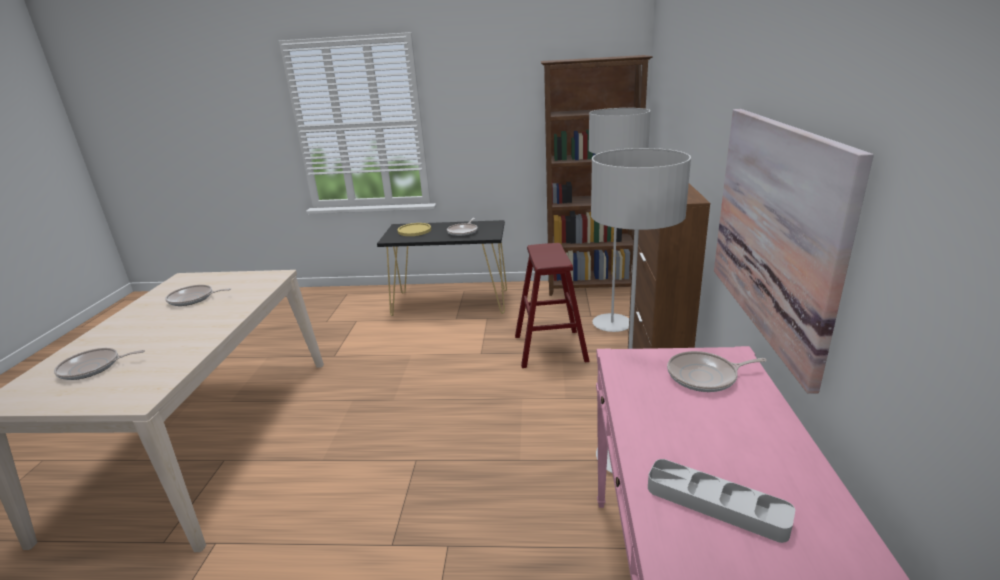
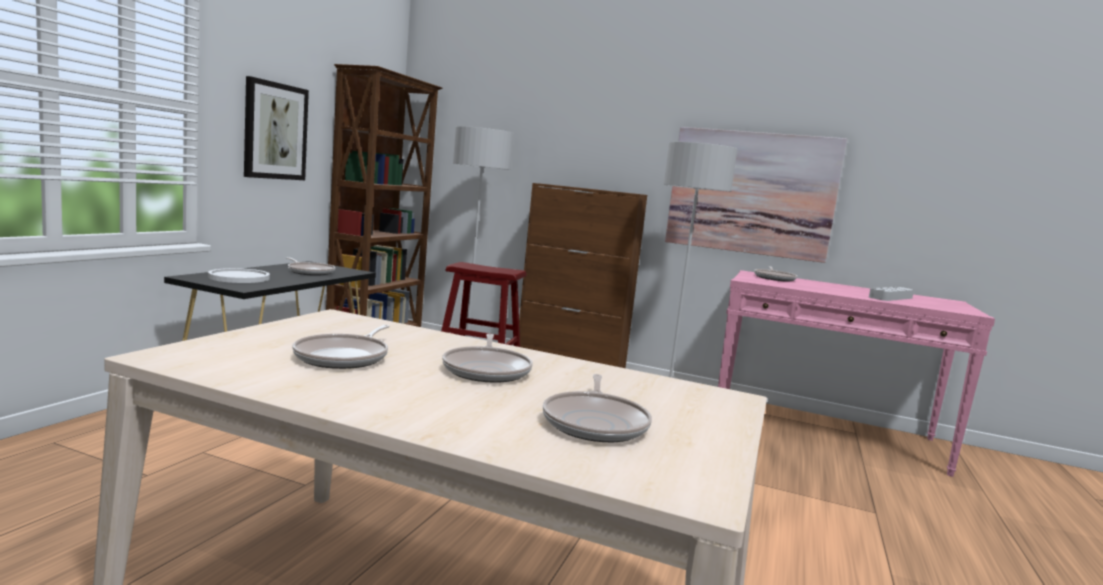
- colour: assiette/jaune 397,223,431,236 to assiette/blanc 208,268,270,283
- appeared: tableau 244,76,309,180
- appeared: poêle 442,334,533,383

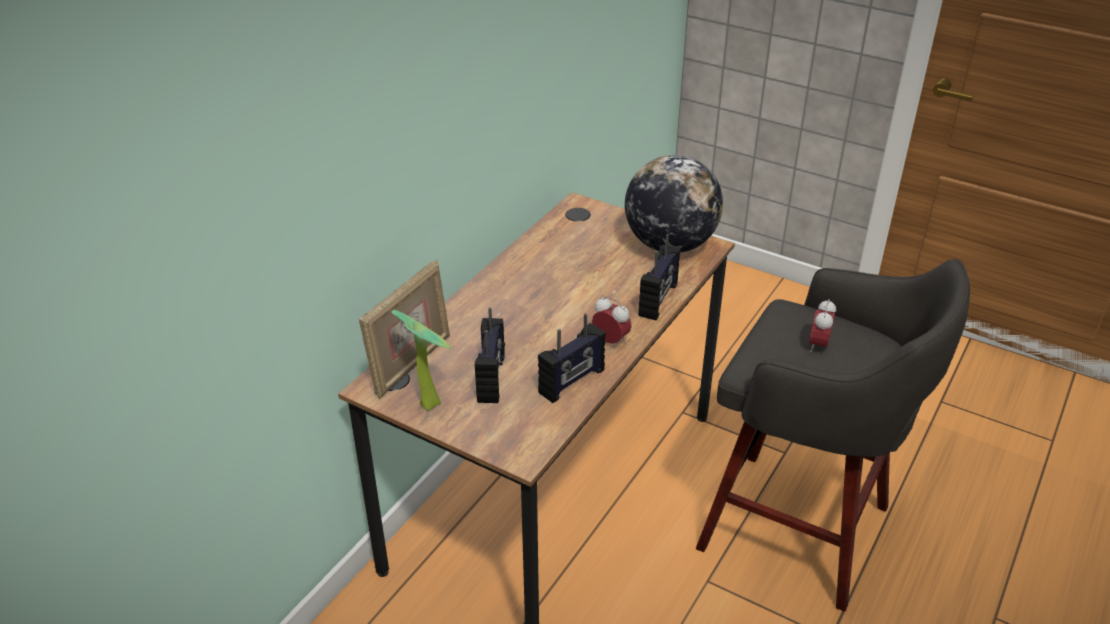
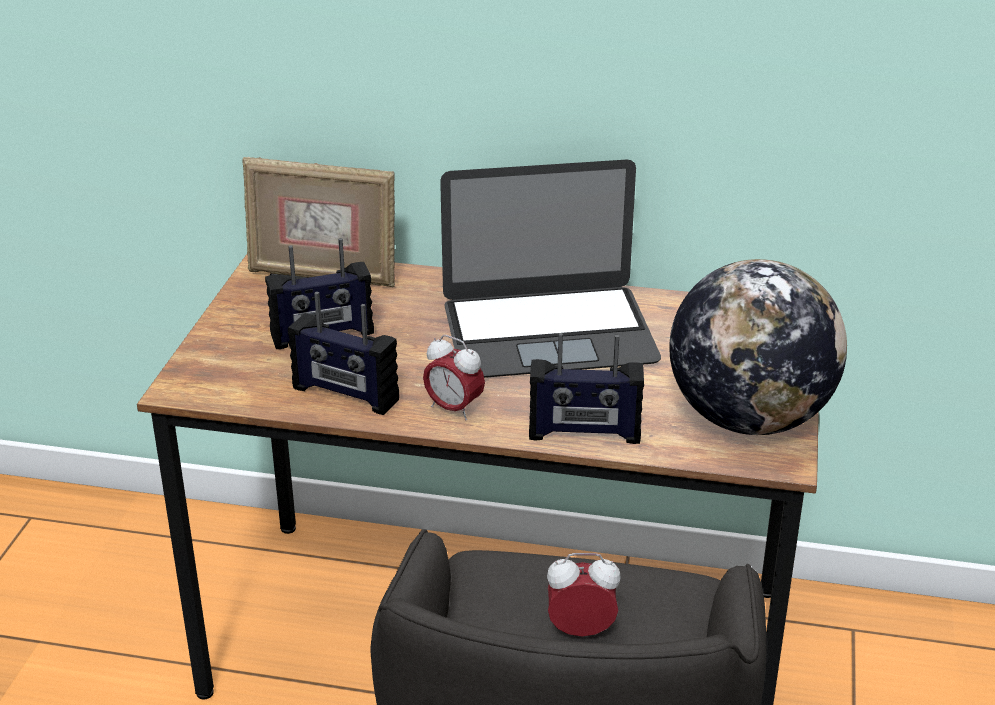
- missing: plante en pot 392,310,452,411
- spun: réveil 592,296,632,344 = 423,335,485,421 105 degrees clockwise
- appeared: ordinateur portable 440,159,661,378

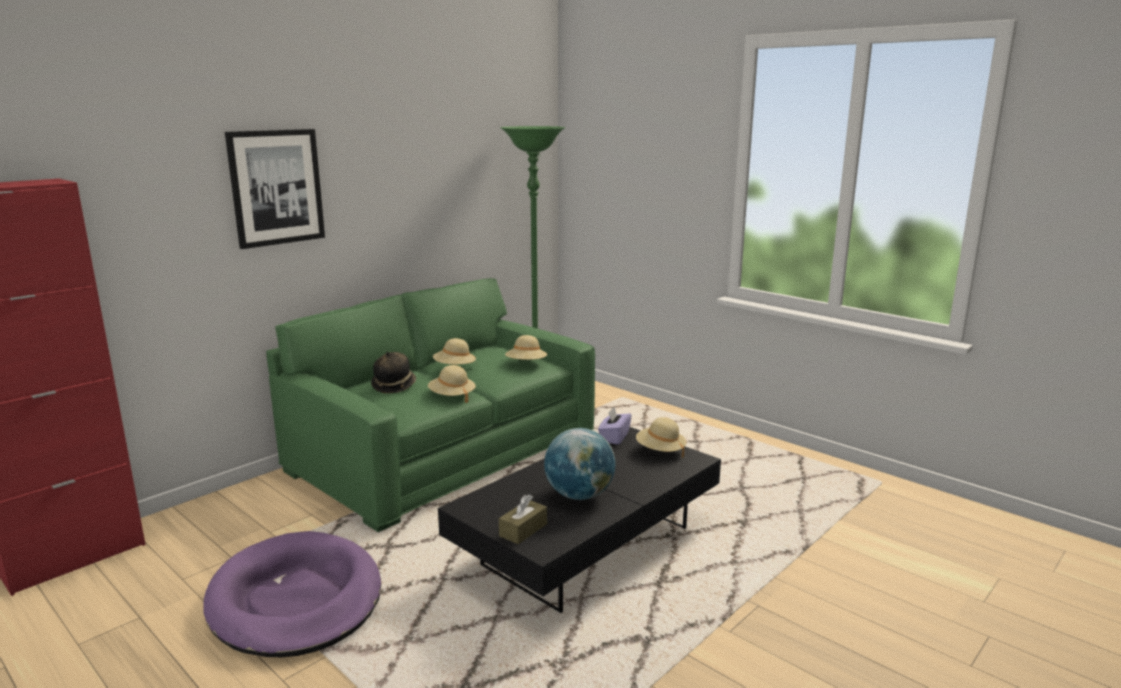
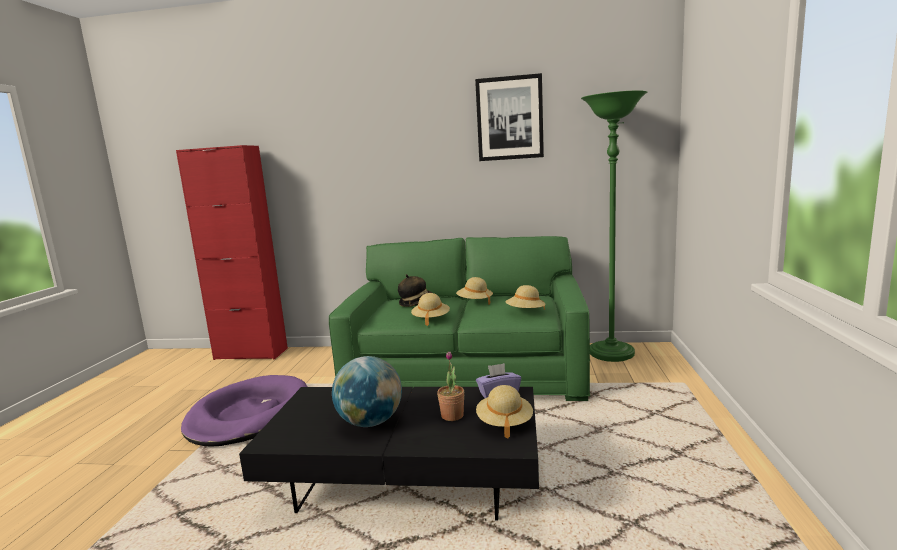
- relocated: tableau 225,129,325,249 to 475,73,544,161
- missing: boîte à mouchoirs/marron 499,494,547,544
- appeared: plante en pot 437,352,464,421

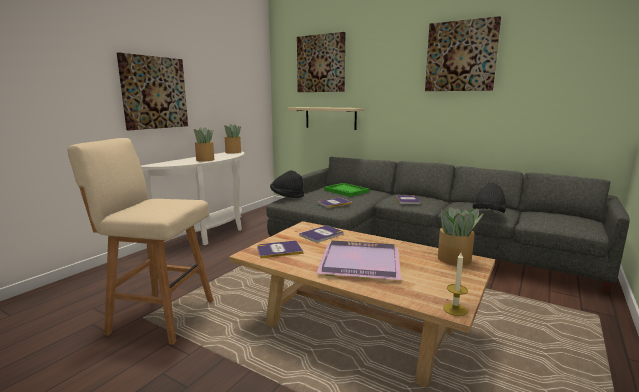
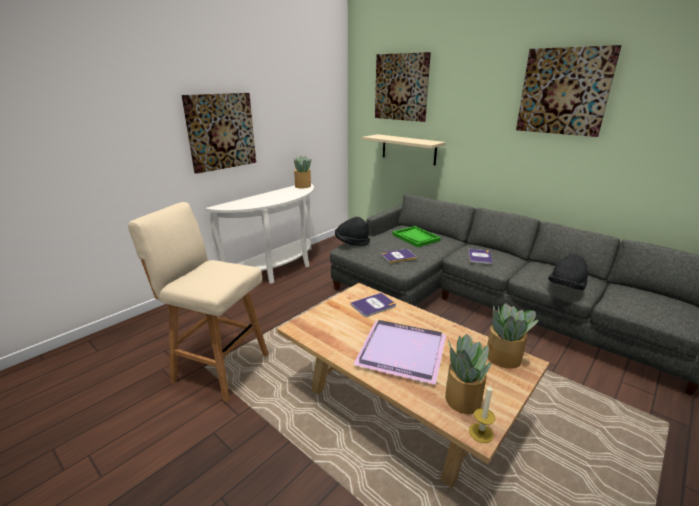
- relocated: plante en pot 194,127,214,162 to 445,334,492,414
- missing: livre 257,241,303,258

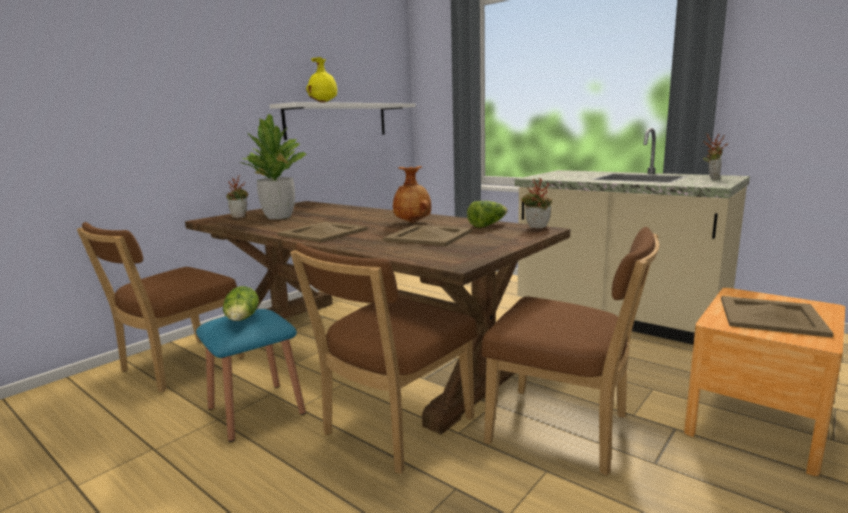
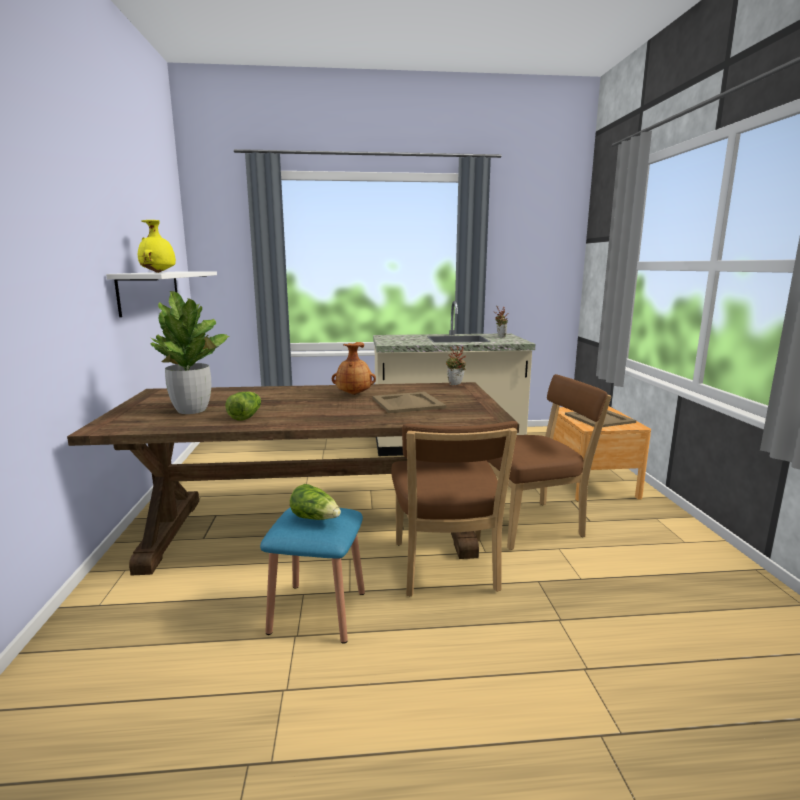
- missing: chaise/marron 77,222,245,392
- missing: plante en pot 226,175,248,218
- missing: plateau/beige 277,222,367,242
- relocated: laitue 467,201,508,228 to 225,392,261,421

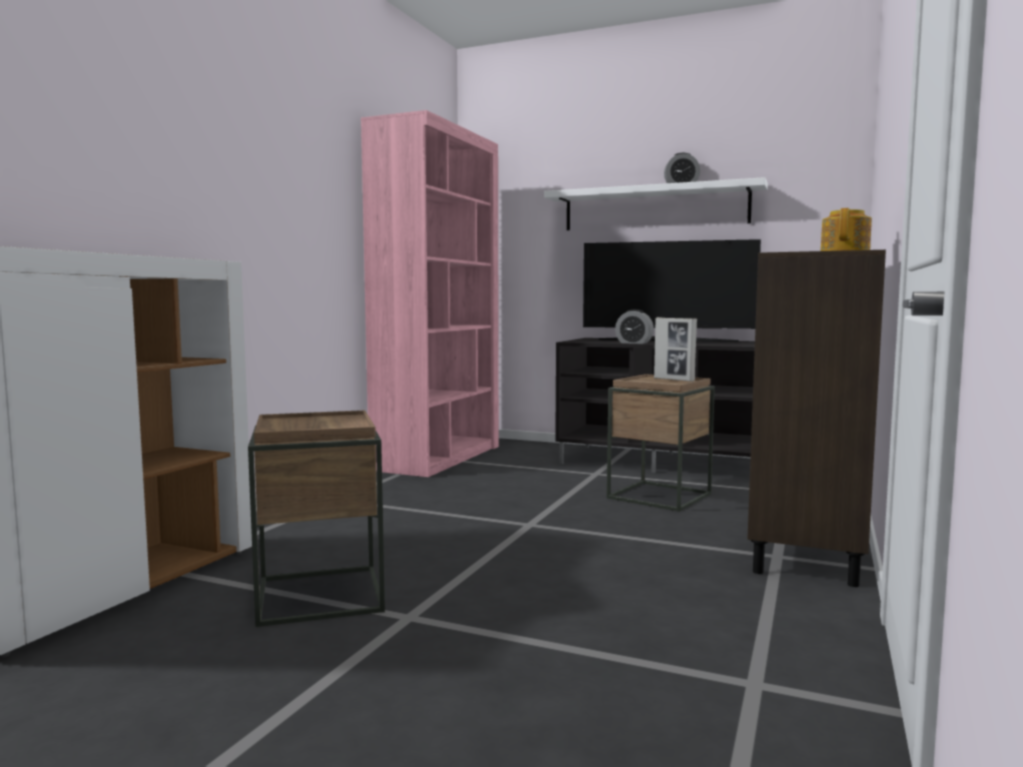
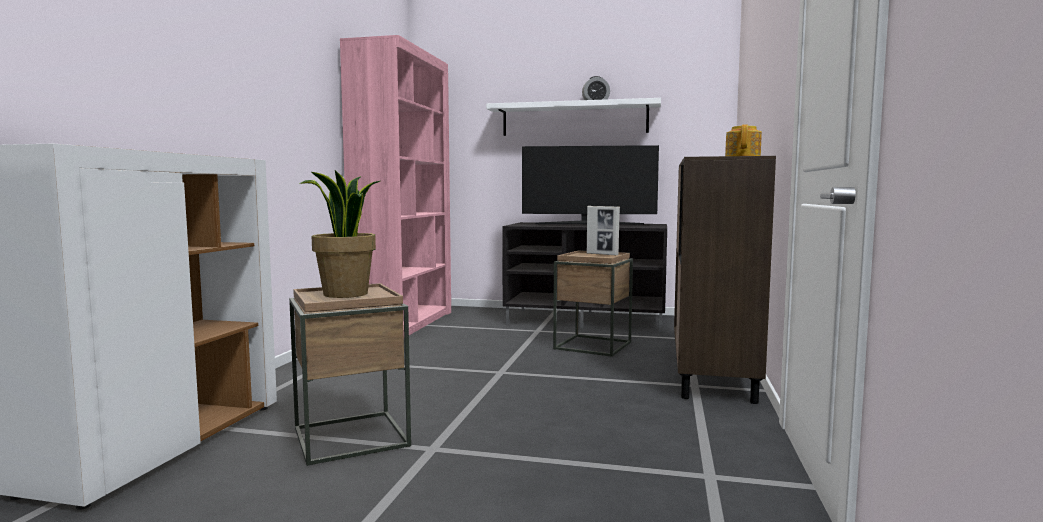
- missing: réveil 615,309,654,344
- appeared: plante en pot 300,170,380,298

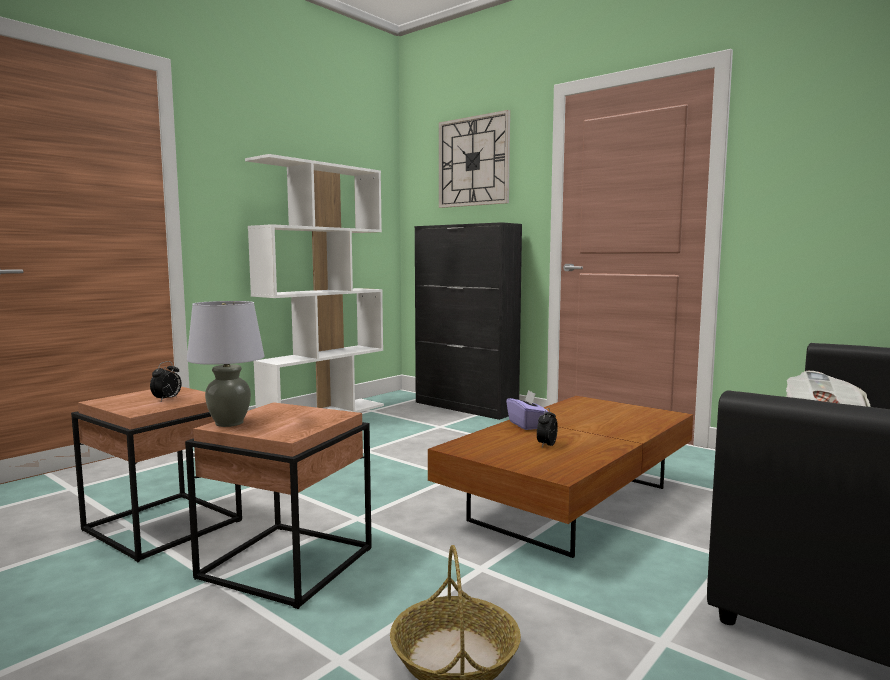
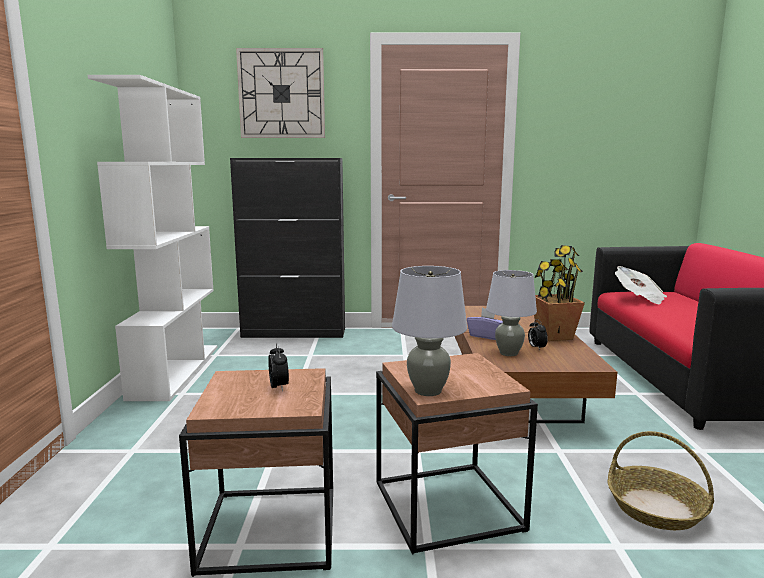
- appeared: lampe de table/gris 486,270,537,356
- appeared: plante en pot 534,245,585,341

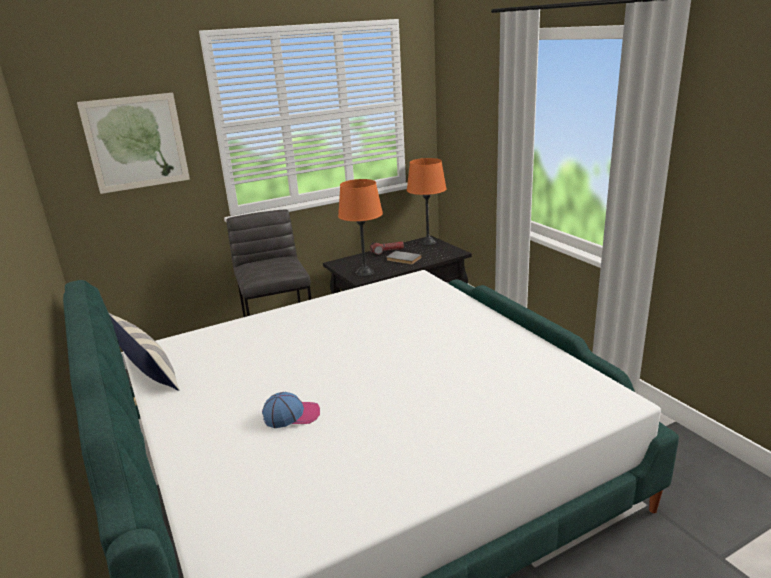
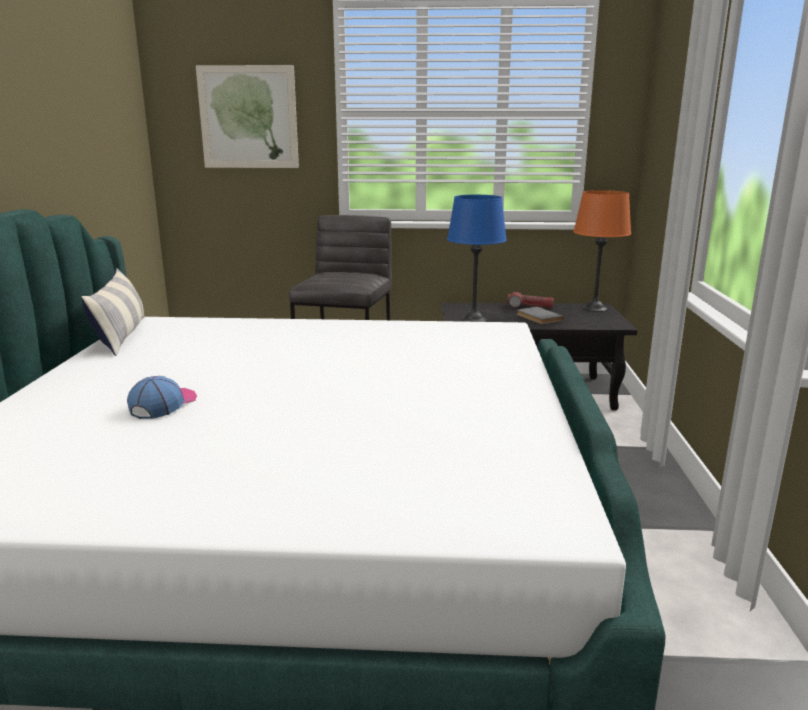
- spun: casquette 262,392,320,428 = 127,376,197,419 90 degrees counterclockwise
- colour: lampe de table/orange 338,179,383,276 to lampe de table/bleu 447,195,507,322

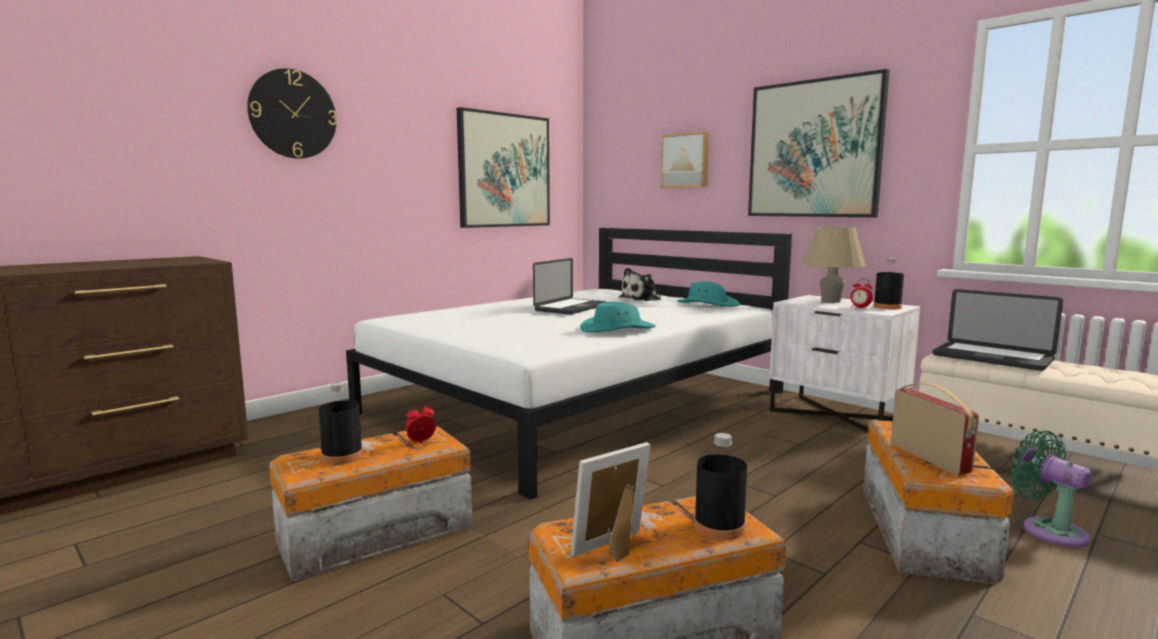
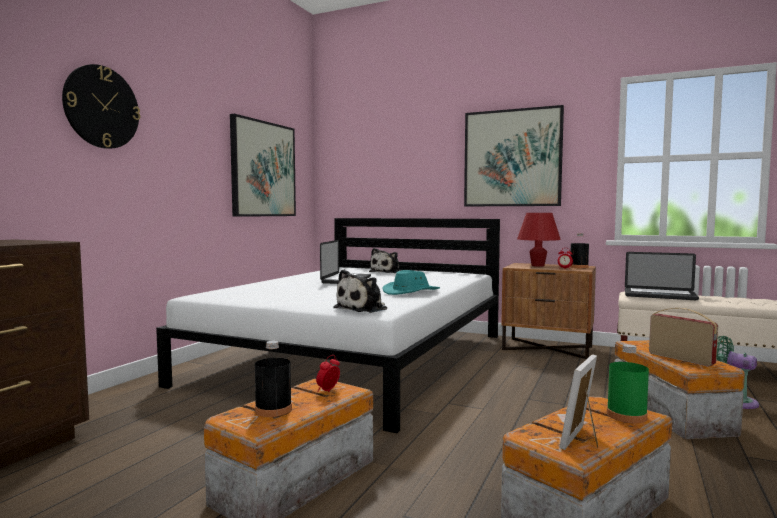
- missing: tableau 660,132,709,188
- missing: chapeau/turquoise 677,282,740,307
- colour: bouteille/noir 694,433,747,540 to bouteille/vert 607,344,649,423
- colour: table de chevet/blanc 769,295,920,432 to table de chevet/marron 501,263,596,359
- colour: lampe de table/beige 803,227,866,303 to lampe de table/rouge 517,213,561,266
- appeared: peluche 333,269,387,313

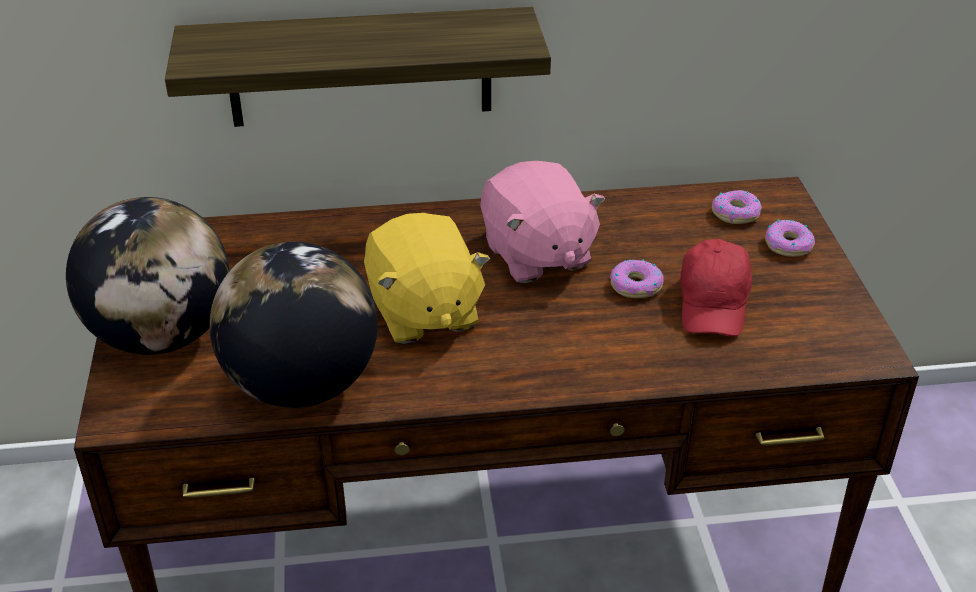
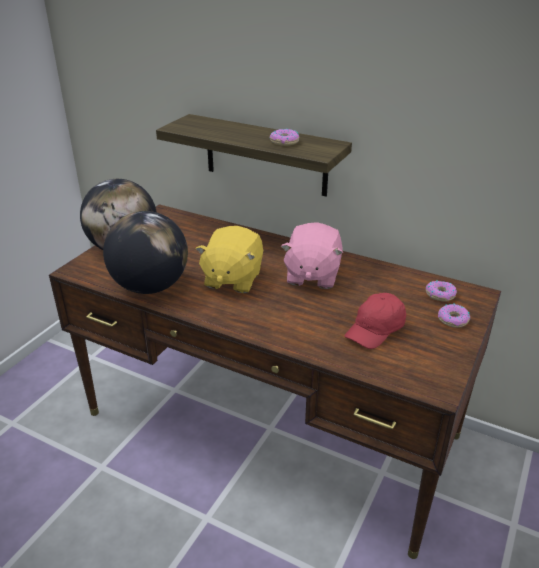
- relocated: beignet 610,259,664,298 to 270,129,299,146

